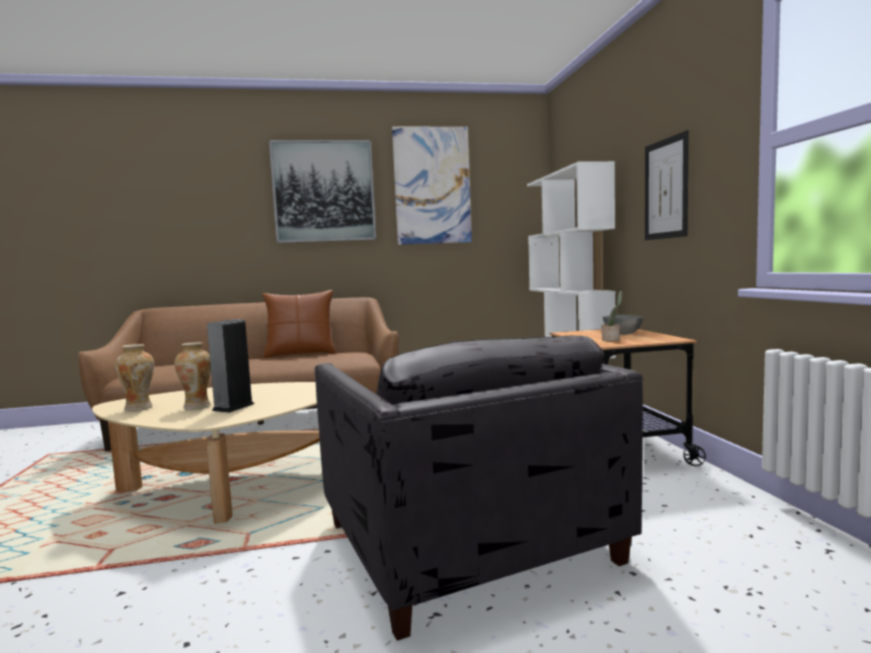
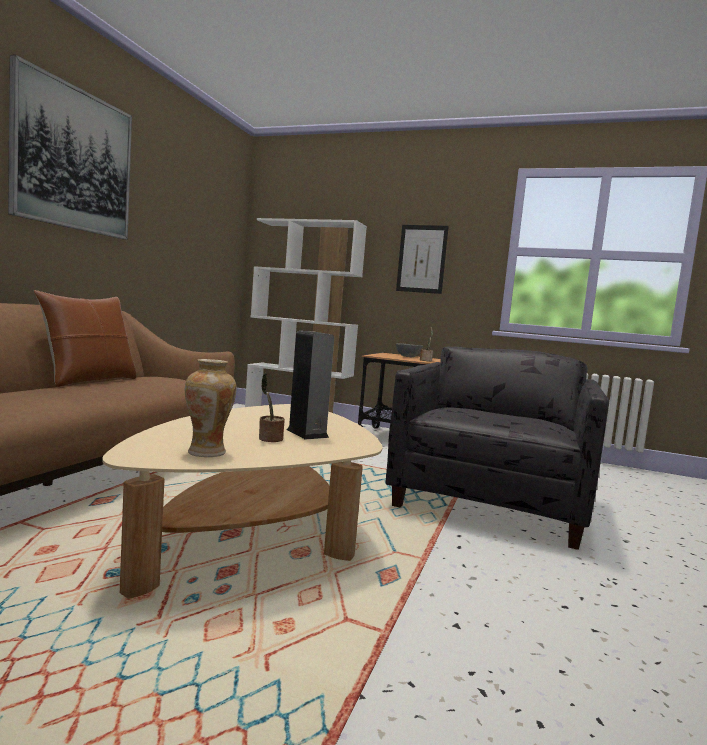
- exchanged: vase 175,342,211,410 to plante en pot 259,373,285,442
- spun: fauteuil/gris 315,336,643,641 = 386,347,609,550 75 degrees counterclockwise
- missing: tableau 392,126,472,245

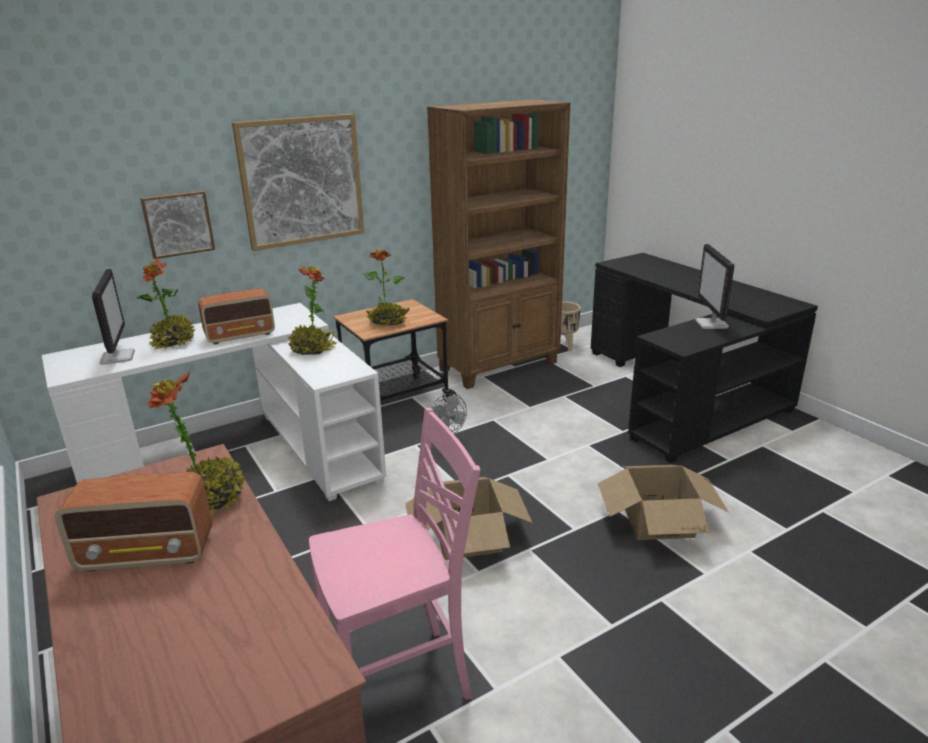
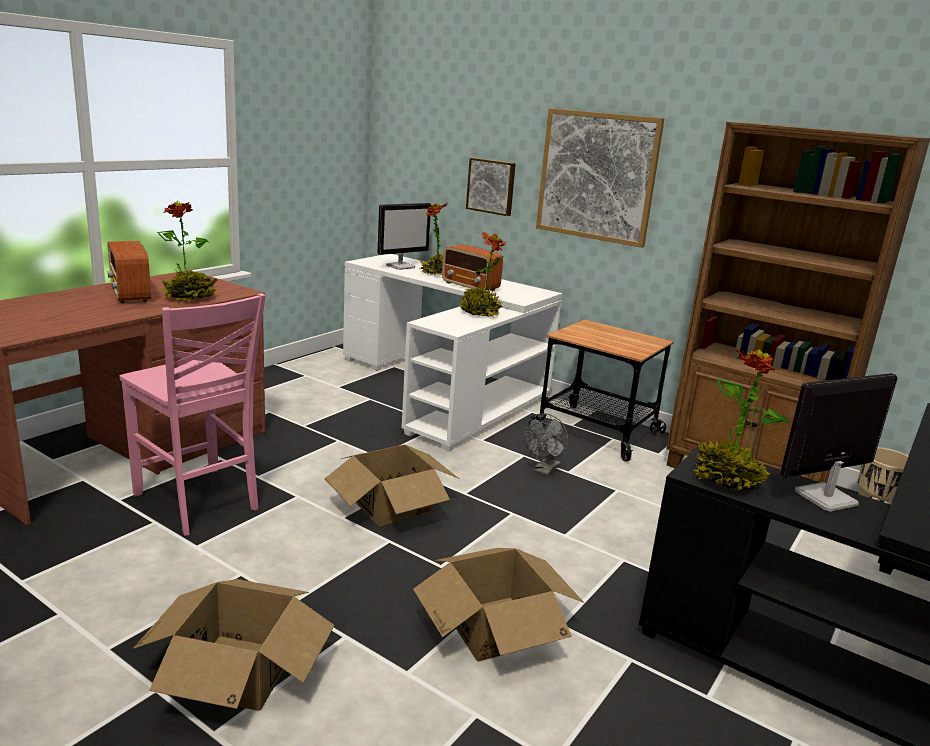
- relocated: plante en pot 363,249,410,328 to 694,349,789,491
- appeared: carton 133,579,334,711

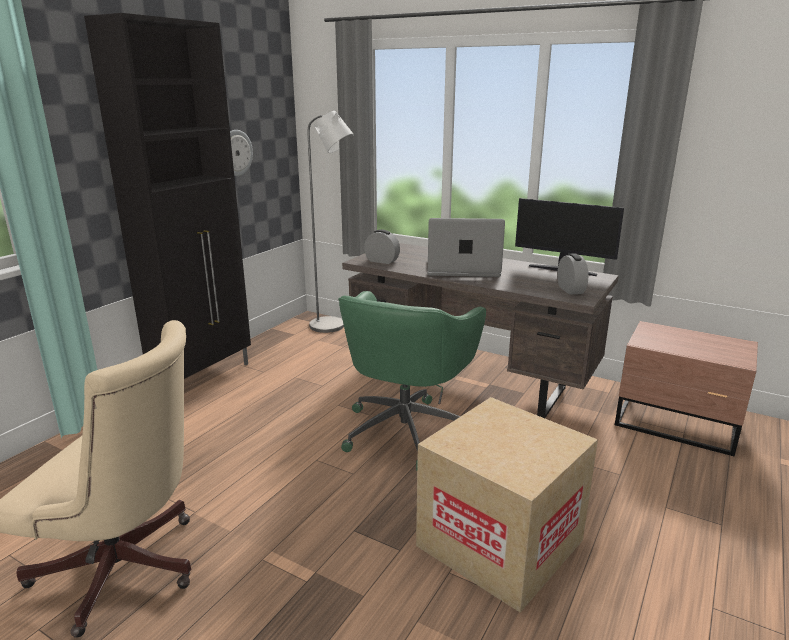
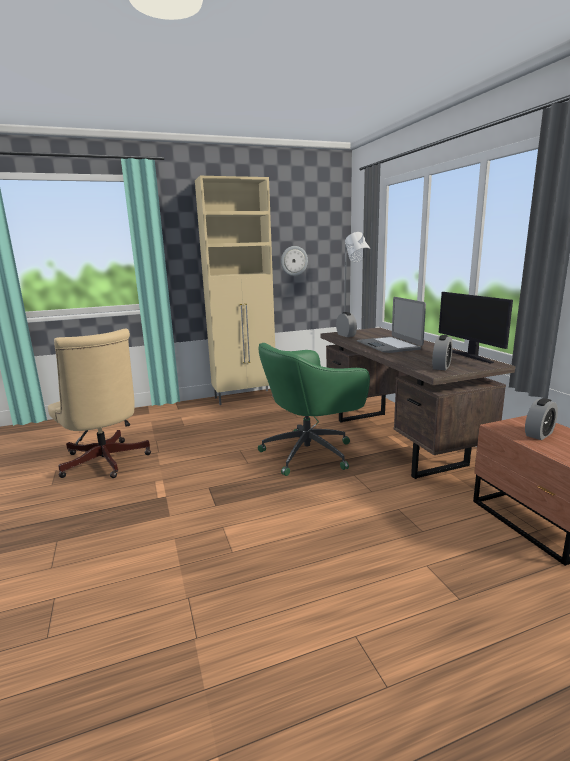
- colour: meuble de rangement/noir 84,13,251,379 to meuble de rangement/beige 195,176,275,405
- missing: carton 416,397,598,613
- spun: ordinateur portable 428,218,505,277 = 357,297,426,353 150 degrees counterclockwise
- appeared: réveil 525,398,558,440

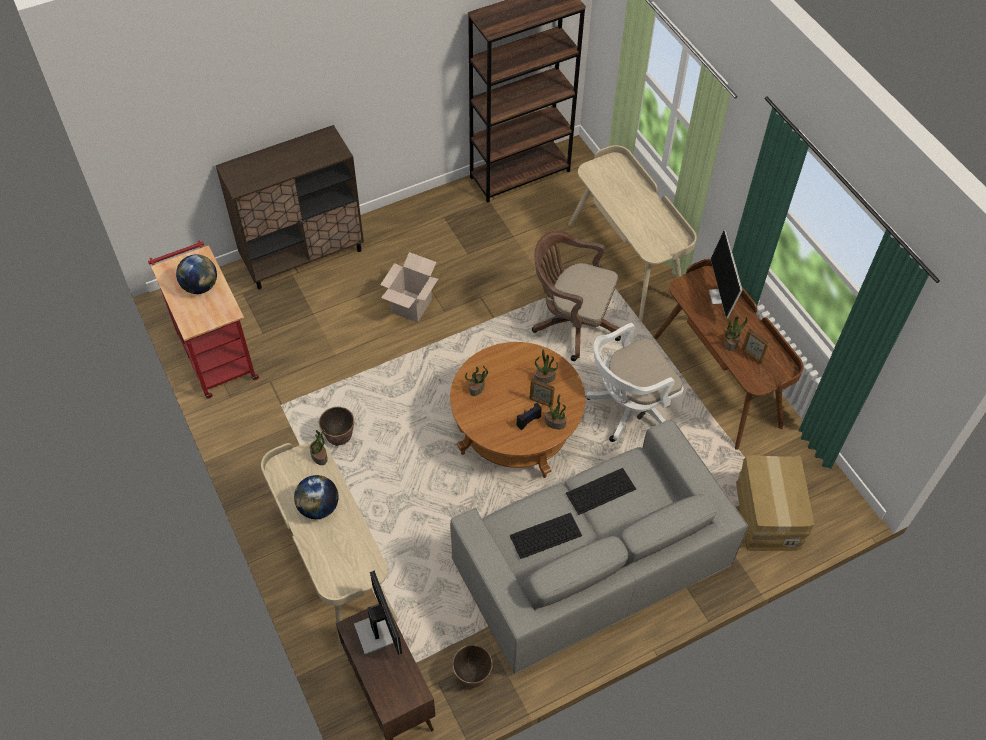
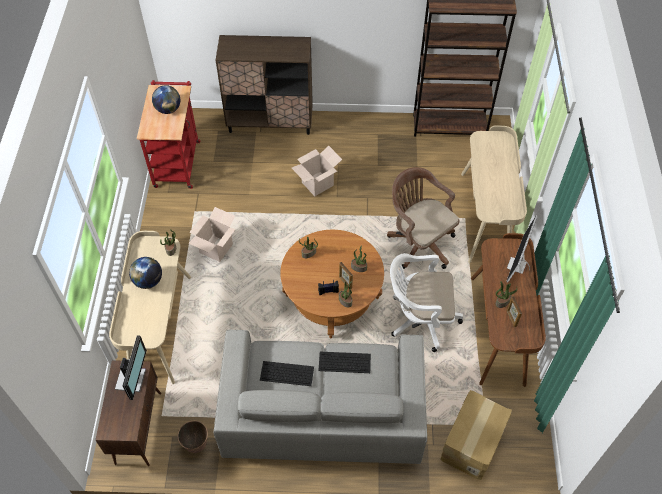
- exchanged: cache-pot 319,407,354,446 to carton 188,207,236,262

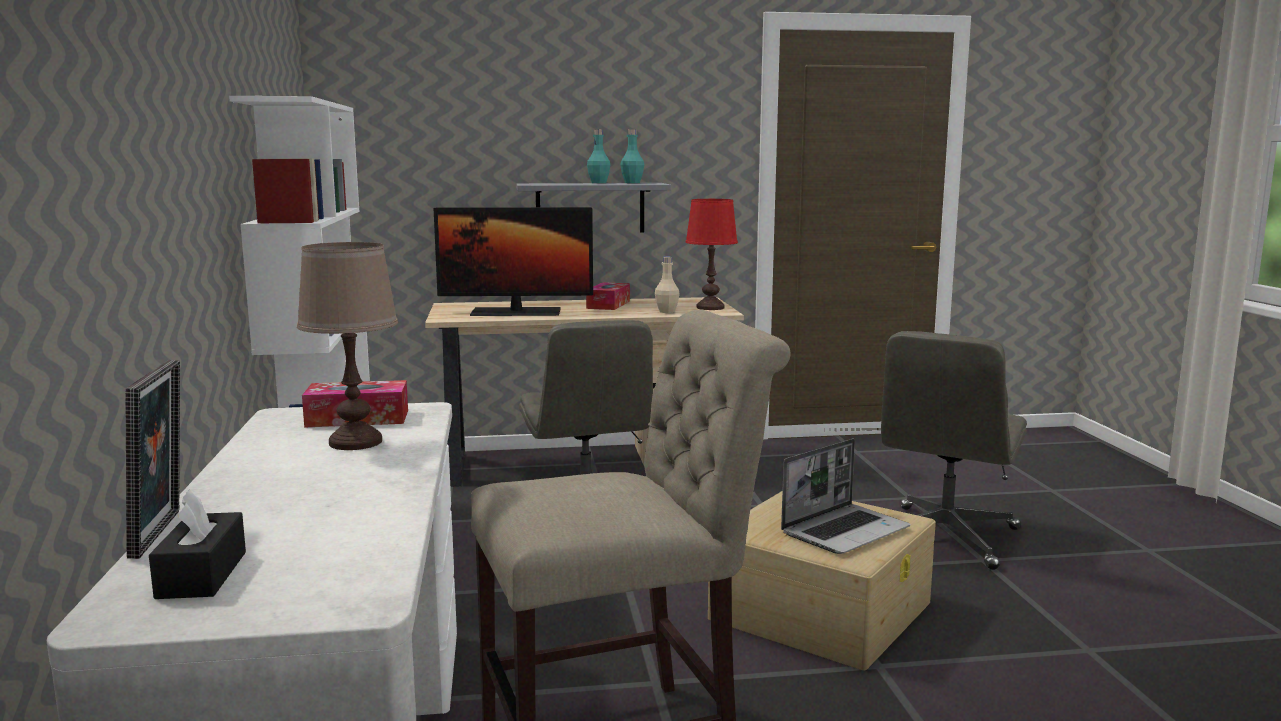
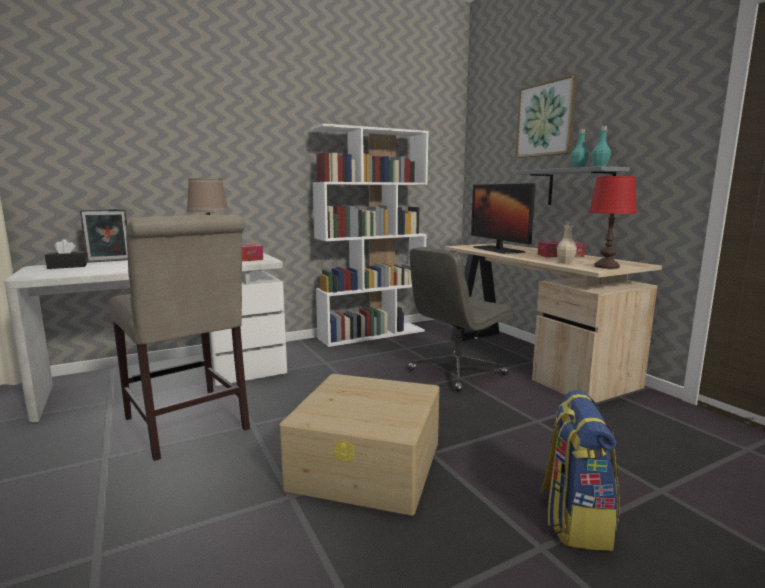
- missing: ordinateur portable 781,438,910,554
- exchanged: chaise de bureau/gris 881,331,1027,570 to sac à dos 540,390,620,551
- appeared: tableau 515,74,578,158

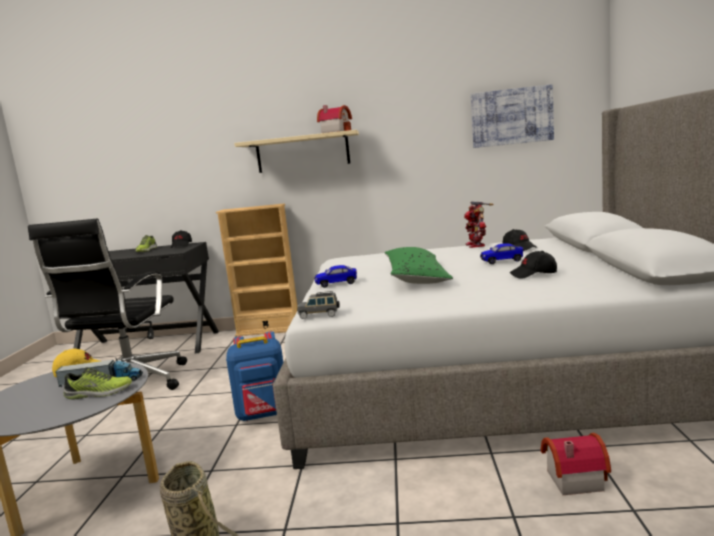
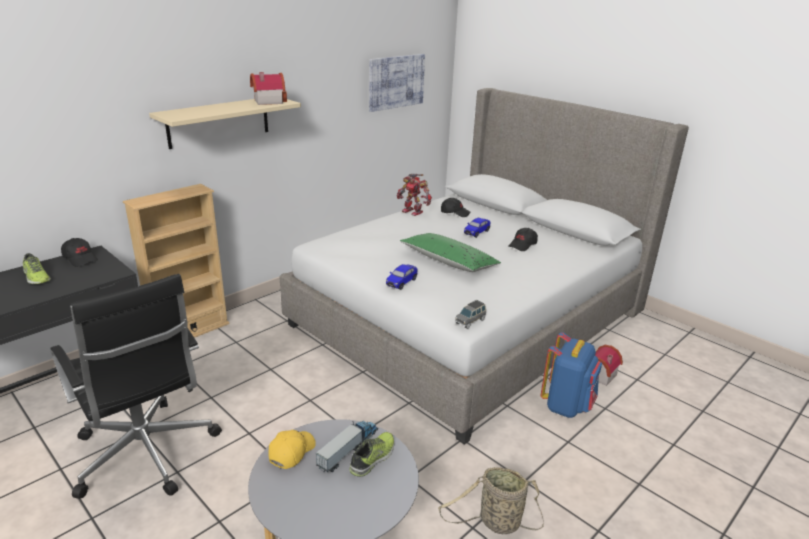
- relocated: sac à dos/bleu 226,331,283,421 to 540,332,602,418

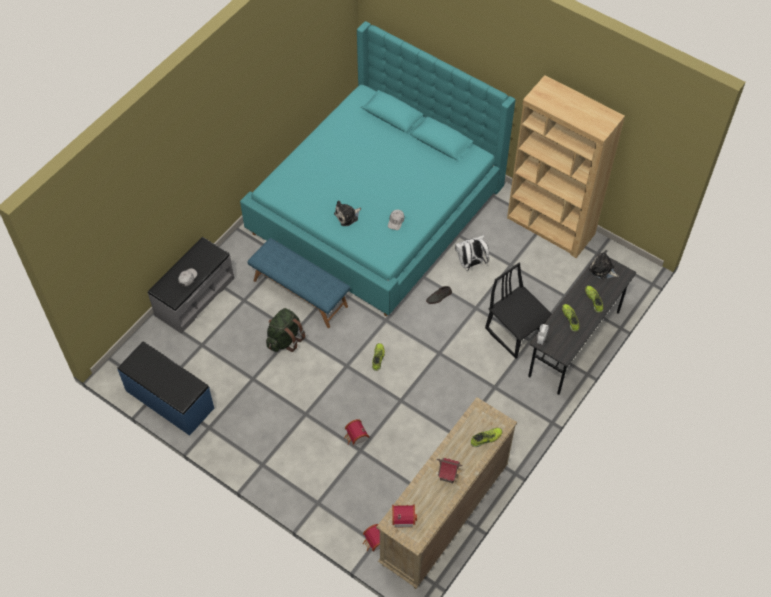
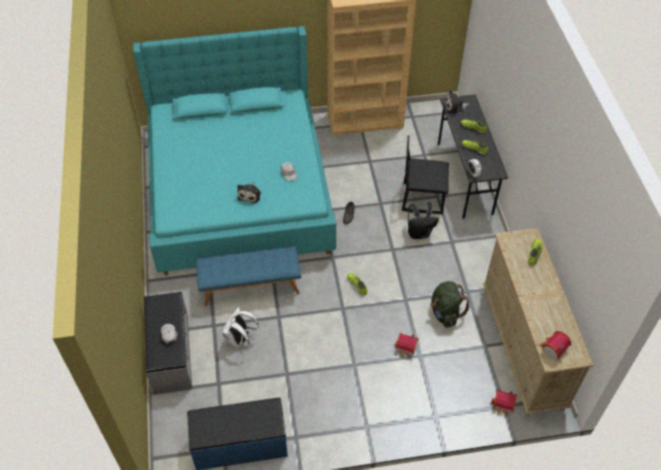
- relocated: sac à dos/vert 266,308,306,352 to 430,281,470,328
- missing: maison miniature 437,458,463,484
- relocated: sac à dos/blanc 455,235,489,271 to 222,307,259,348
- appeared: sac à dos/noir 408,202,439,239

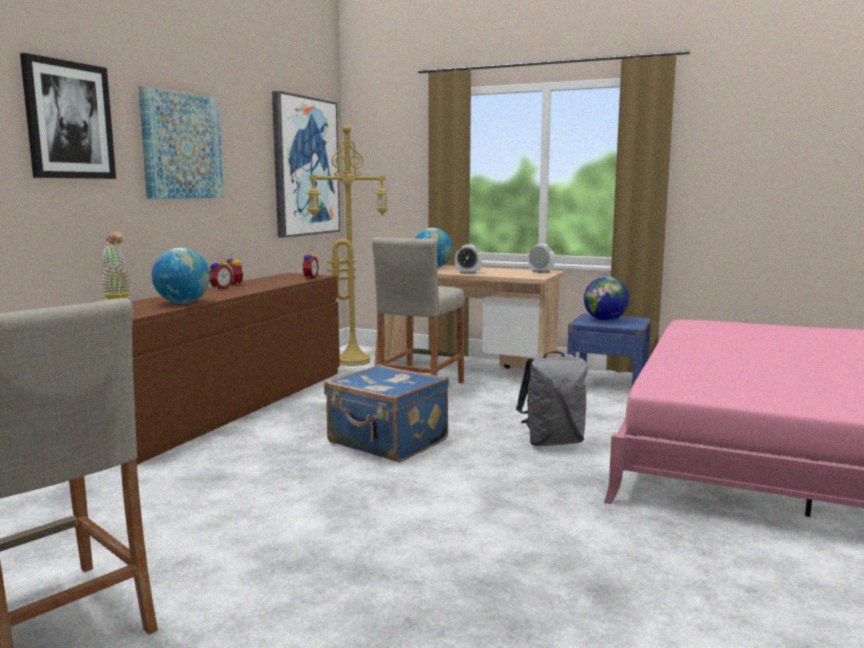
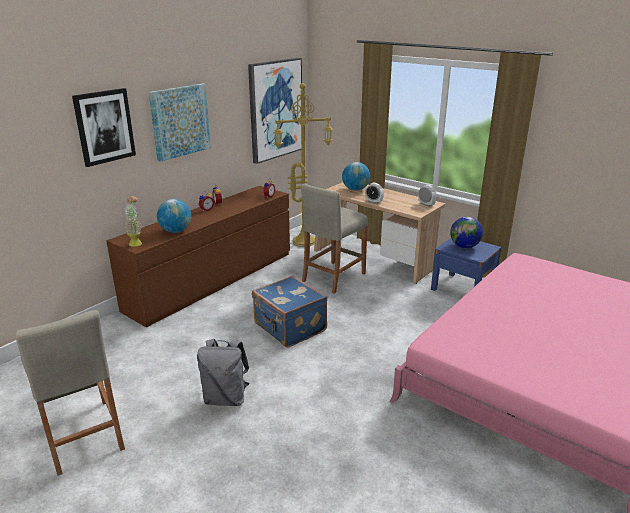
- relocated: sac à dos/gris 516,351,588,446 to 197,339,249,406

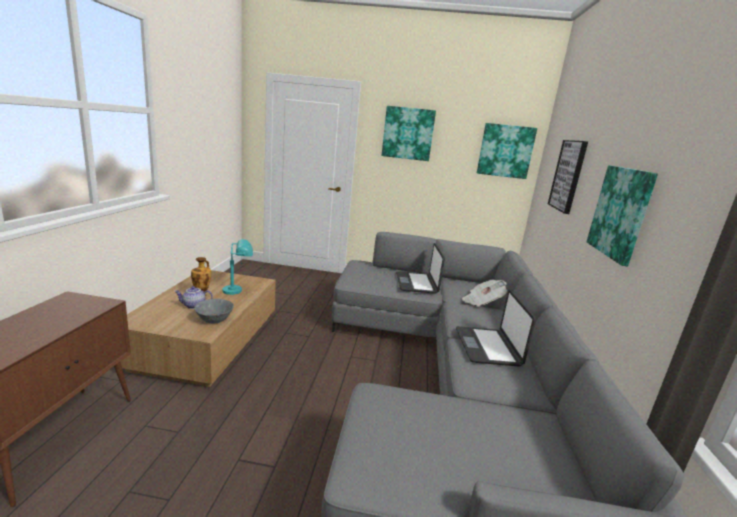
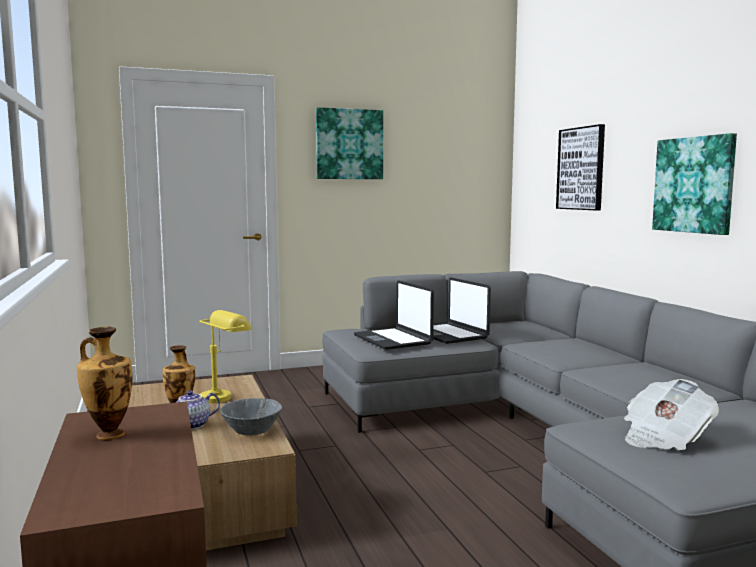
- colour: lampe de table/turquoise 223,239,253,295 to lampe de table/jaune 199,310,252,403
- relocated: ordinateur portable 456,290,536,367 to 354,280,434,350
- relocated: journal 462,279,507,307 to 624,379,719,450
- missing: tableau 477,123,537,179
- appeared: vase 77,327,133,440

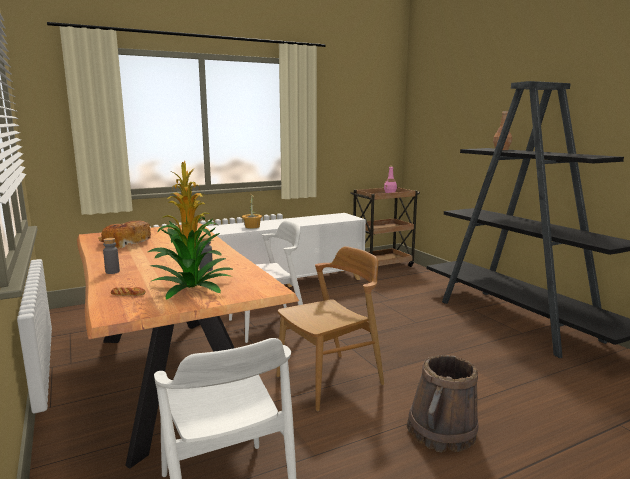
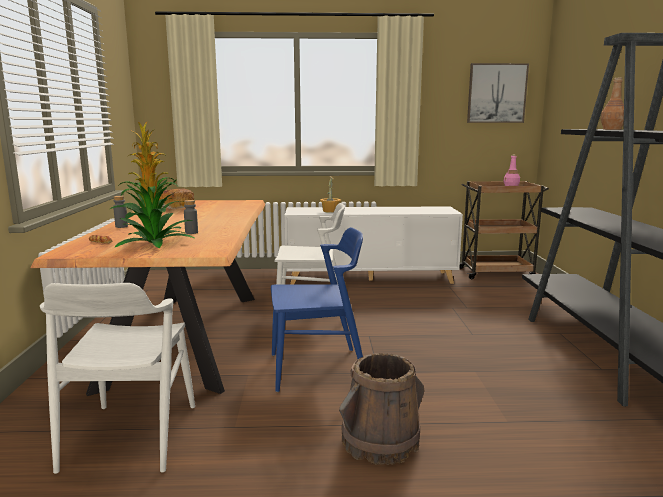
- colour: chaise/marron 276,246,384,411 to chaise/bleu 271,227,363,392
- appeared: tableau 467,63,529,123

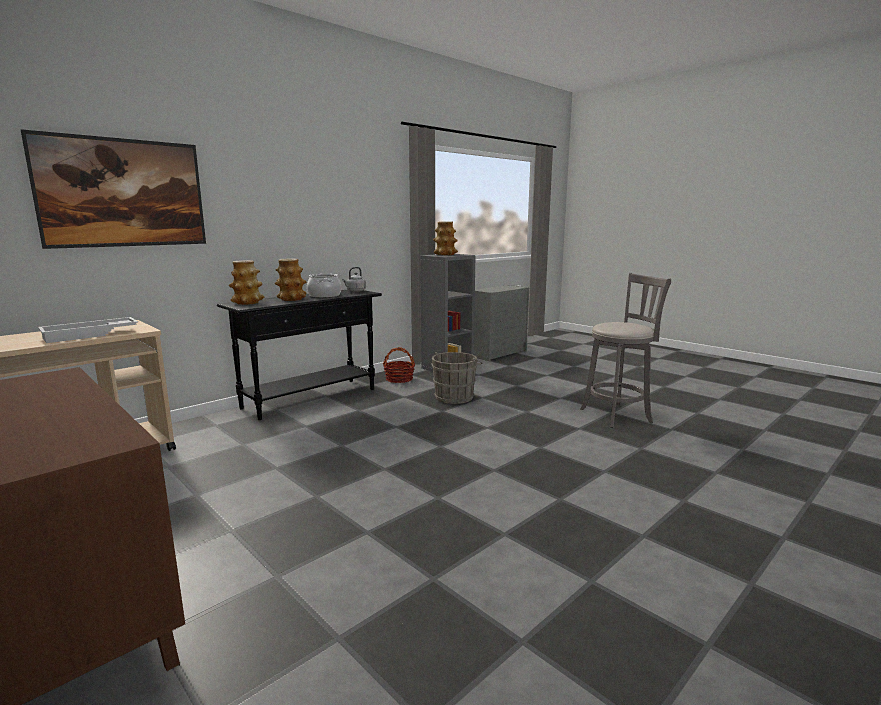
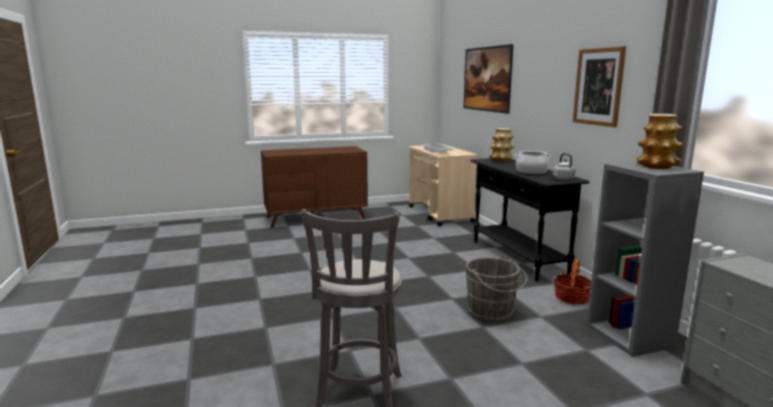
- missing: vase 275,259,306,301
- appeared: tableau 573,46,626,127

